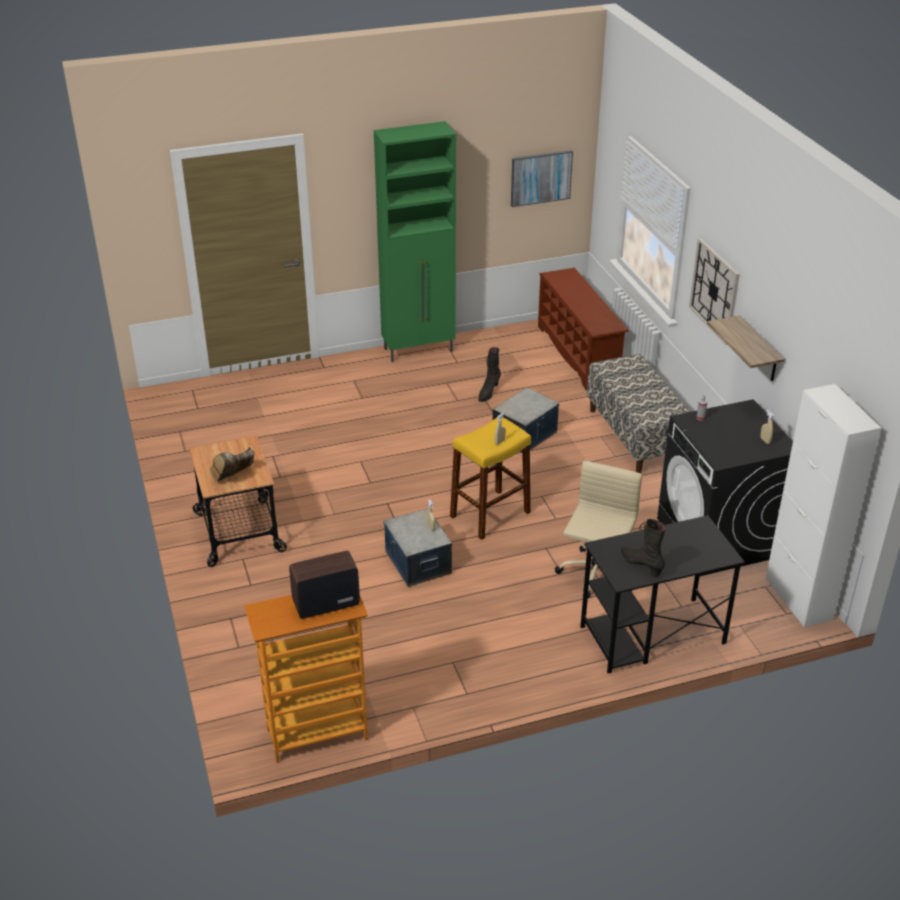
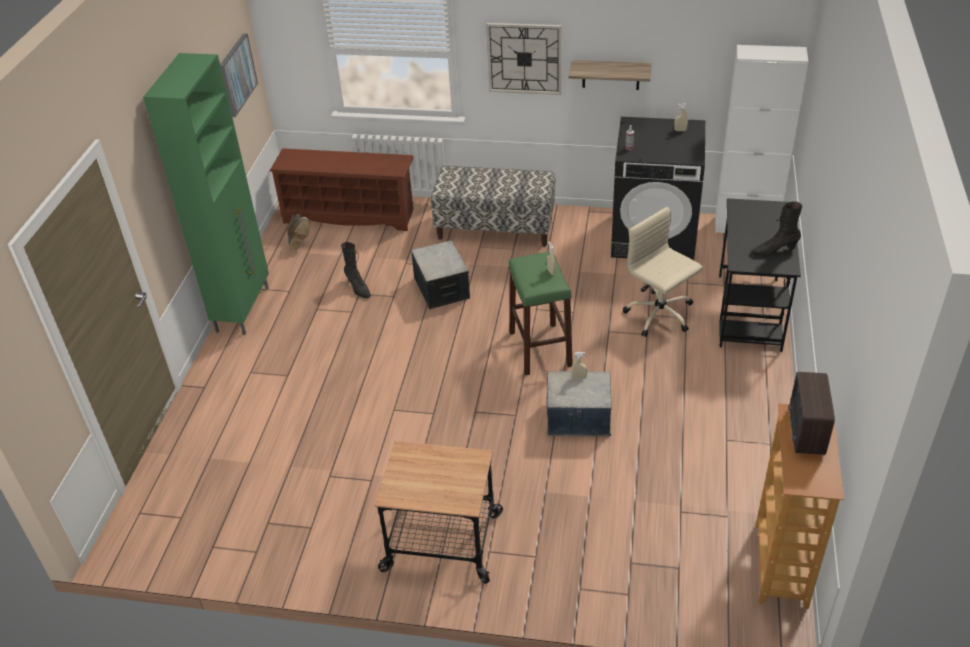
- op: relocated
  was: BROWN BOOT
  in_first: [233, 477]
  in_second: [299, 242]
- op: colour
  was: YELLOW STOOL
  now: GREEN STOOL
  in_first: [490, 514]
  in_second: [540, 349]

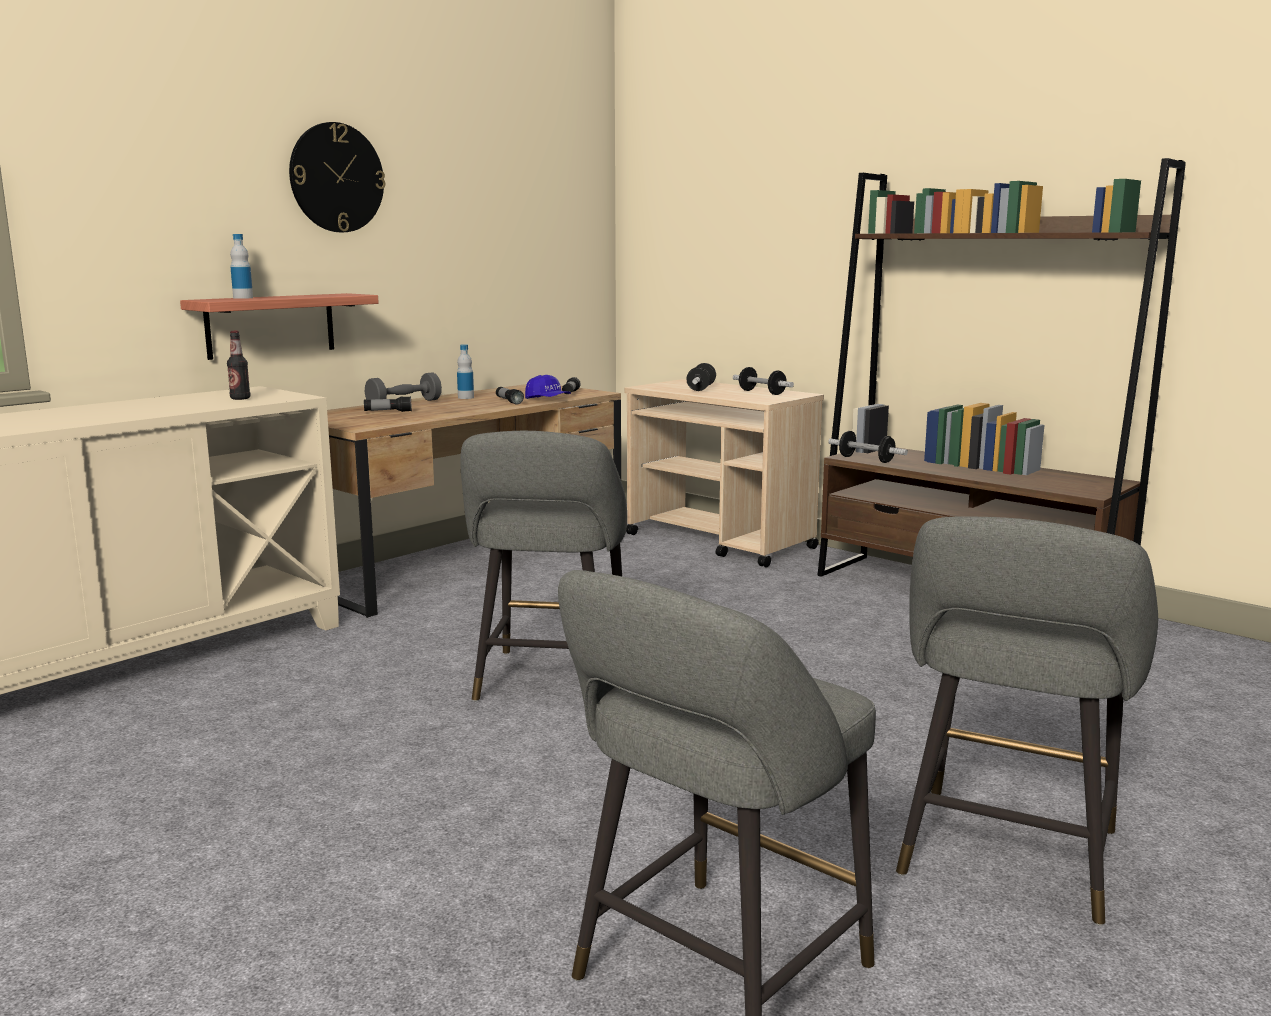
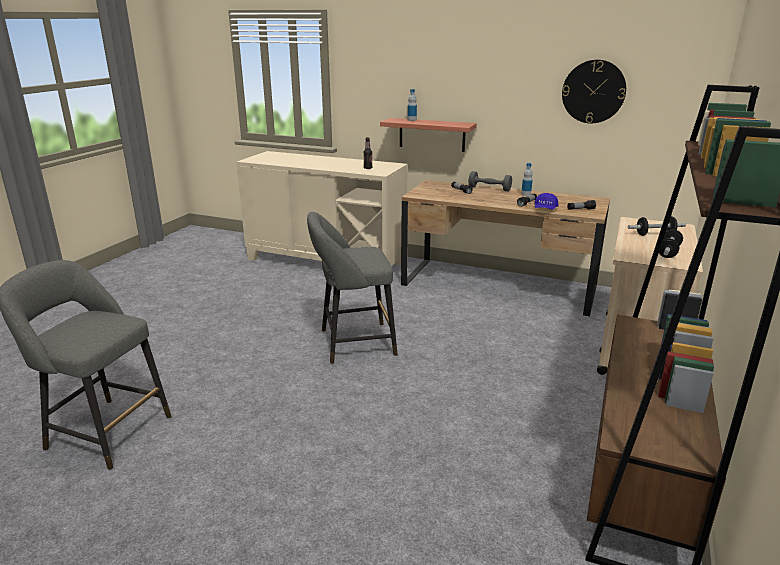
- op: relocated
  was: WALL CLOCK
  in_first: [336, 178]
  in_second: [593, 91]
- op: missing
  was: DUMBBELL
  in_first: [866, 459]
- op: missing
  was: GREY STOOL
  in_first: [1006, 859]

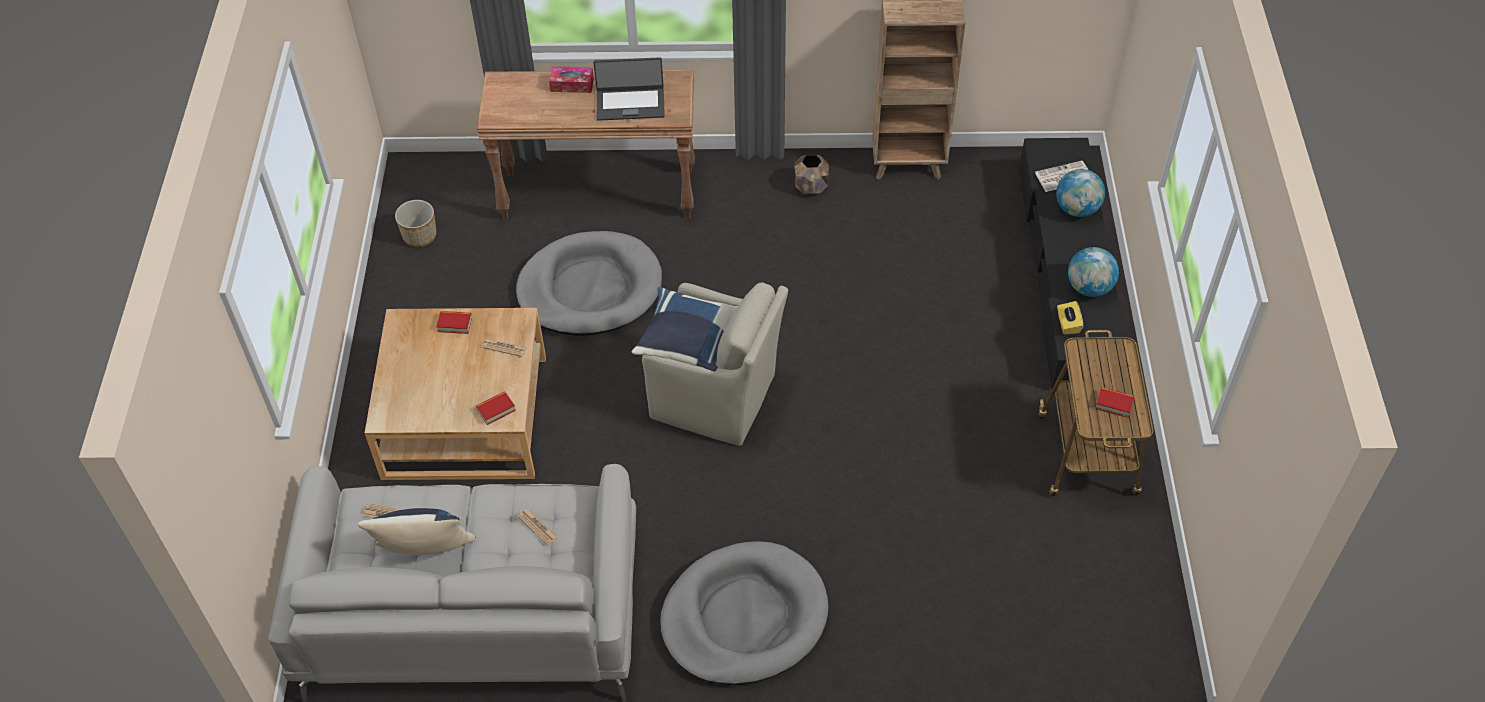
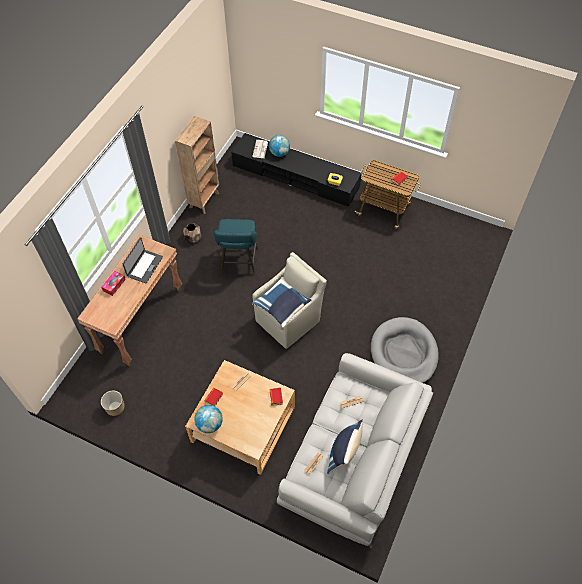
- op: missing
  was: GREY DOG BED
  in_first: [590, 288]
- op: relocated
  was: GLOBE
  in_first: [1089, 288]
  in_second: [210, 424]
- op: appeared
  now: TURQUOISE STOOL
  in_second: [239, 262]

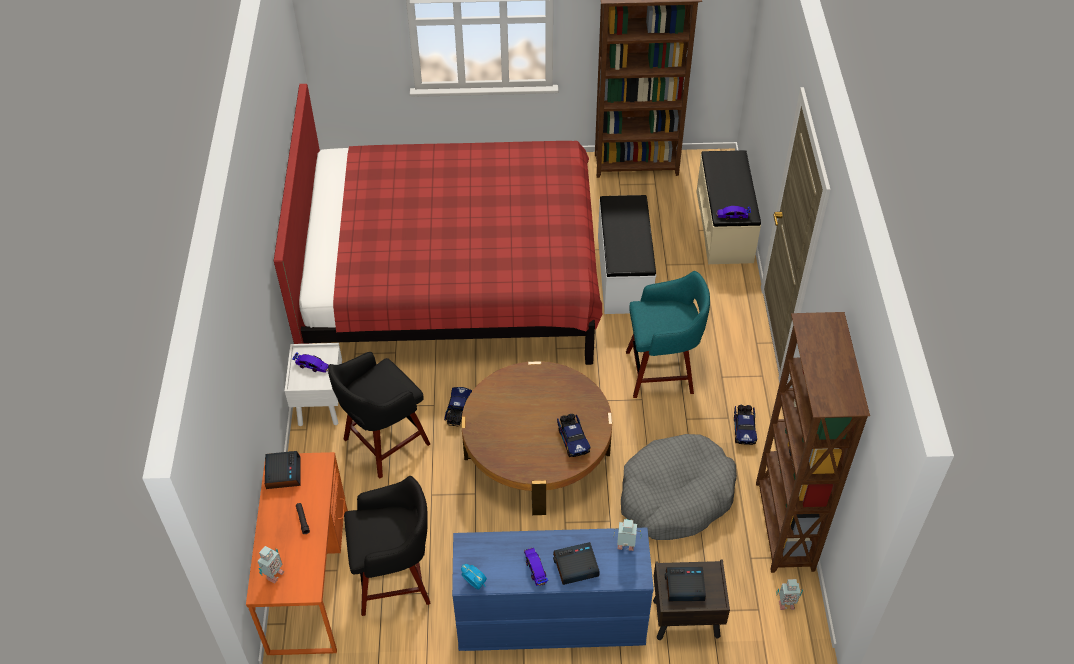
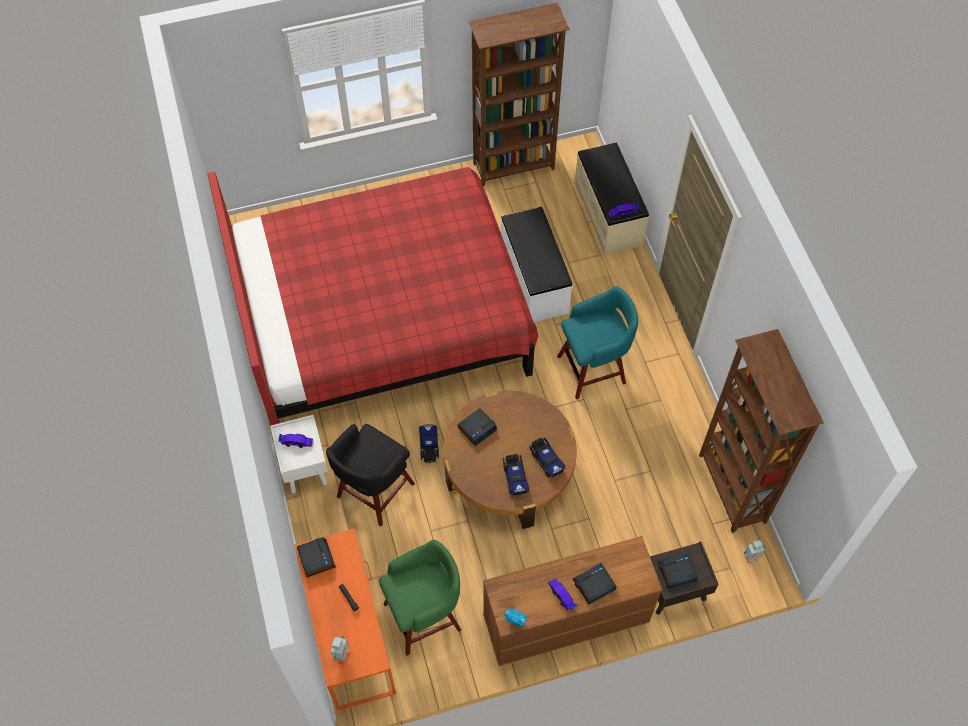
- op: colour
  was: BLACK STOOL
  now: GREEN STOOL
  in_first: [395, 579]
  in_second: [425, 616]
- op: colour
  was: BLUE DRESSER
  now: BROWN DRESSER
  in_first: [549, 620]
  in_second: [564, 619]
- op: missing
  was: TOY ROBOT
  in_first: [626, 547]
- op: missing
  was: GREY DOG BED
  in_first: [675, 496]
- op: relocated
  was: TOY TRUCK
  in_first: [744, 429]
  in_second: [515, 477]
- op: appeared
  now: ALARM CLOCK
  in_second: [477, 428]

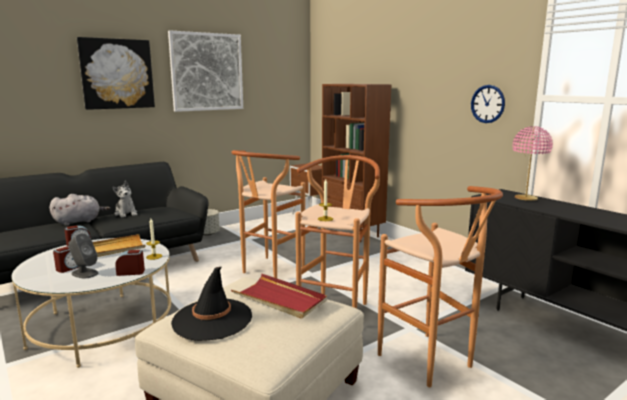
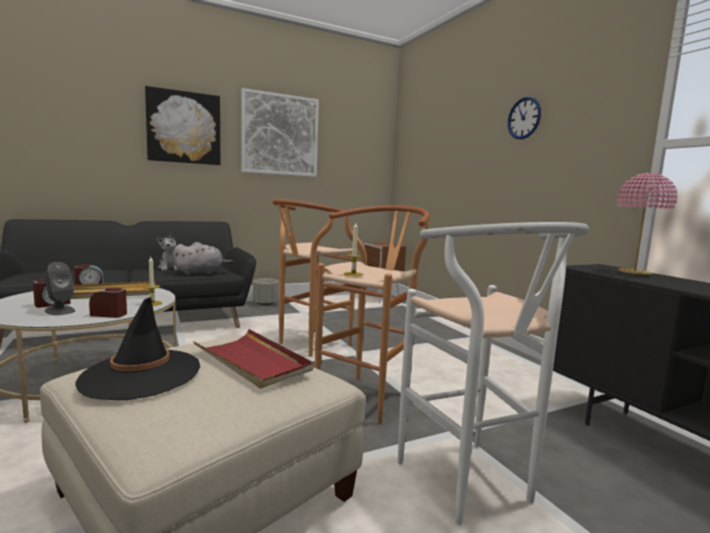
- op: relocated
  was: GREY PLUSH TOY
  in_first: [79, 221]
  in_second: [201, 273]
- op: missing
  was: BROWN BOOKCASE
  in_first: [353, 232]
- op: colour
  was: BROWN STOOL
  now: WHITE STOOL
  in_first: [432, 364]
  in_second: [472, 488]
- op: relocated
  was: WALL CLOCK
  in_first: [487, 104]
  in_second: [524, 118]

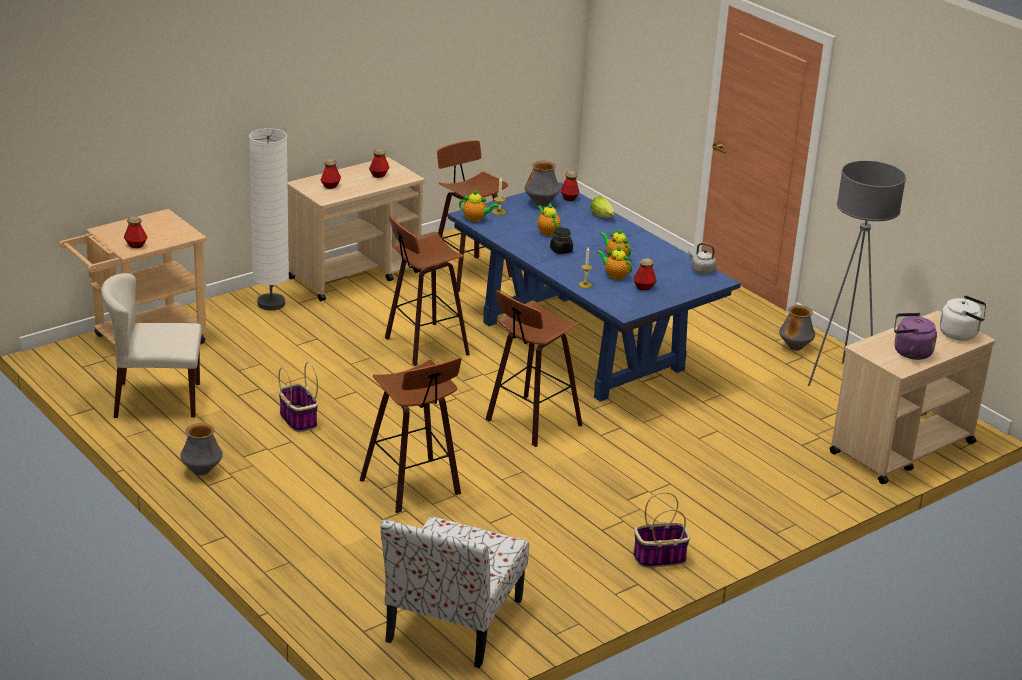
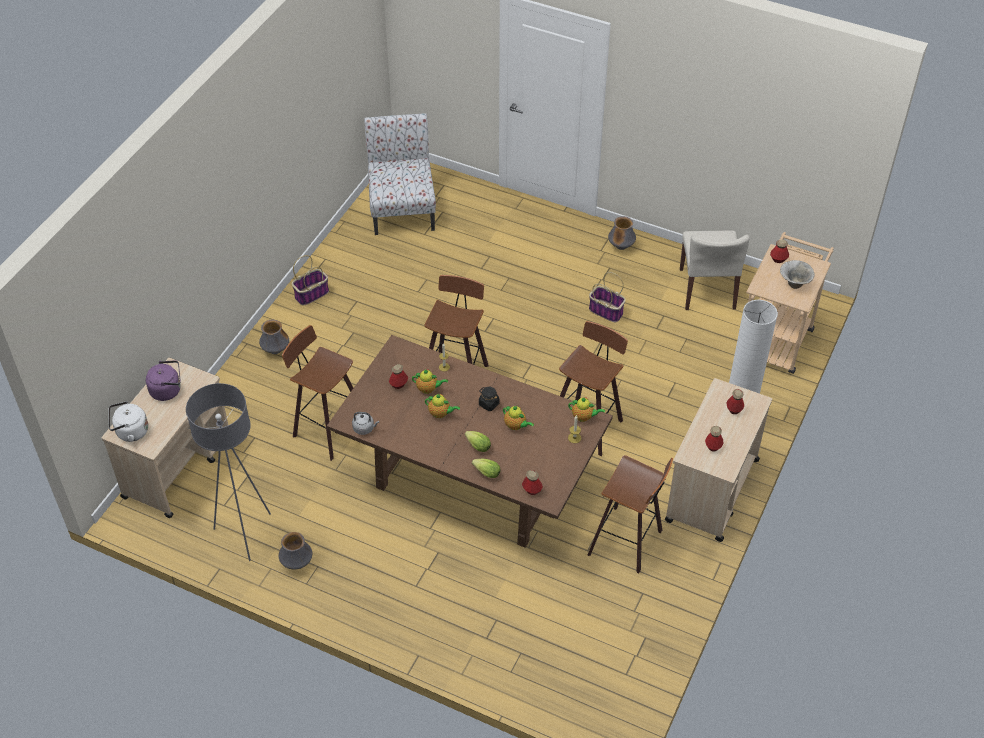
- op: spun
  was: BEIGE CHAIR
  in_first: [156, 400]
  in_second: [707, 289]
  clockwise: 120
- op: relocated
  was: STOOL
  in_first: [414, 487]
  in_second: [327, 428]
- op: colour
  was: BLUE DINING TABLE
  now: BROWN DINING TABLE
  in_first: [583, 346]
  in_second: [470, 481]
- op: spun
  was: TEAPOT
  in_first: [476, 219]
  in_second: [584, 417]
  clockwise: -150
- op: relocated
  was: VASE
  in_first: [541, 204]
  in_second: [275, 350]
- op: appeared
  now: LETTUCE
  in_second: [476, 445]
- op: appeared
  now: BOWL
  in_second: [794, 283]

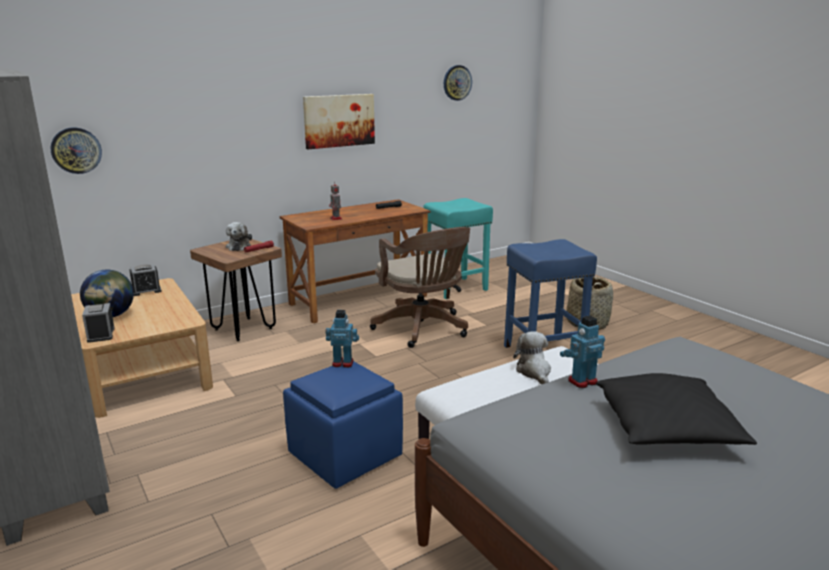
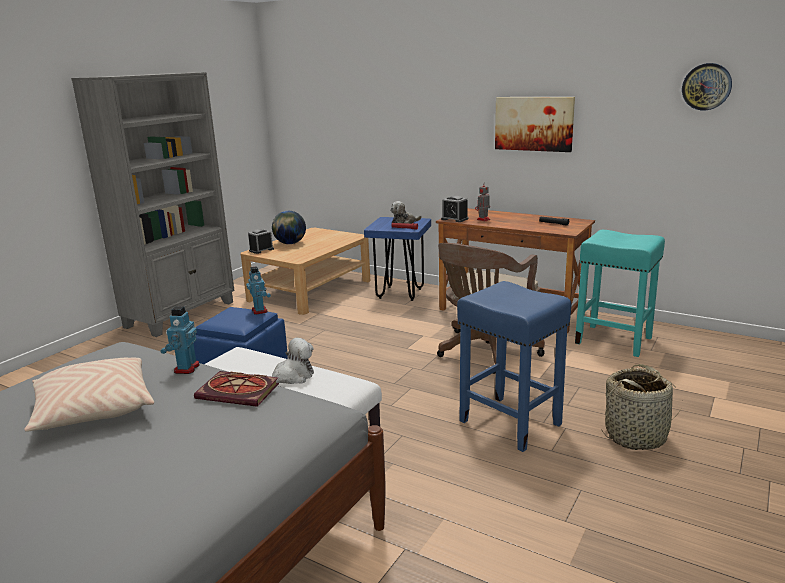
- op: missing
  was: WALL CLOCK
  in_first: [76, 150]
- op: relocated
  was: ALARM CLOCK
  in_first: [146, 291]
  in_second: [454, 219]
- op: colour
  was: BROWN STOOL
  now: BLUE STOOL
  in_first: [243, 329]
  in_second: [400, 293]
- op: spun
  was: TOY ROBOT
  in_first: [582, 381]
  in_second: [186, 368]
  clockwise: -120
- op: colour
  was: BLACK PILLOW
  now: BEIGE PILLOW
  in_first: [667, 430]
  in_second: [94, 410]
- op: appeared
  now: BOOK
  in_second: [240, 391]

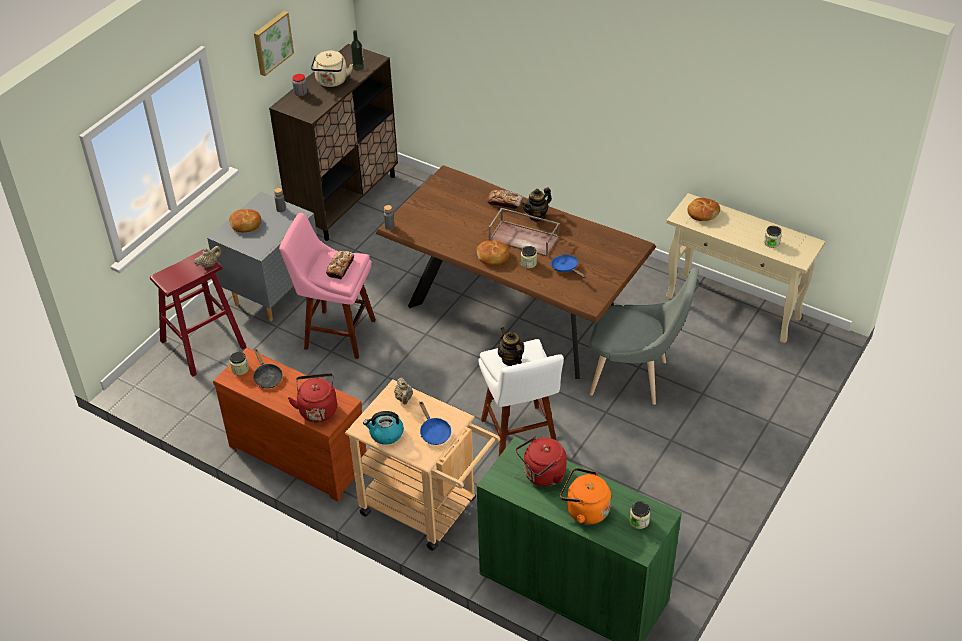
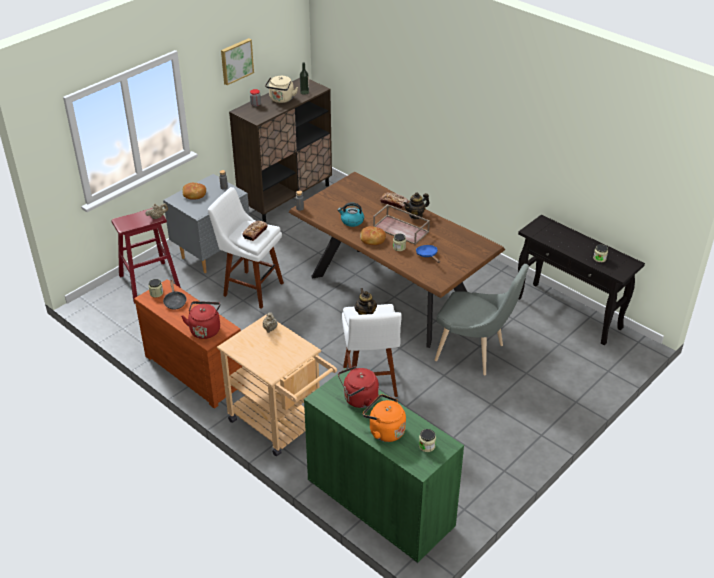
- op: colour
  was: PINK STOOL
  now: WHITE STOOL
  in_first: [336, 333]
  in_second: [250, 288]
- op: relocated
  was: KETTLE
  in_first: [386, 434]
  in_second: [352, 221]
- op: missing
  was: BLUE FRYING PAN
  in_first: [434, 432]
- op: colour
  was: BEIGE CONSOLE TABLE
  now: BLACK CONSOLE TABLE
  in_first: [734, 308]
  in_second: [569, 313]
- op: missing
  was: BREAD
  in_first: [702, 213]

